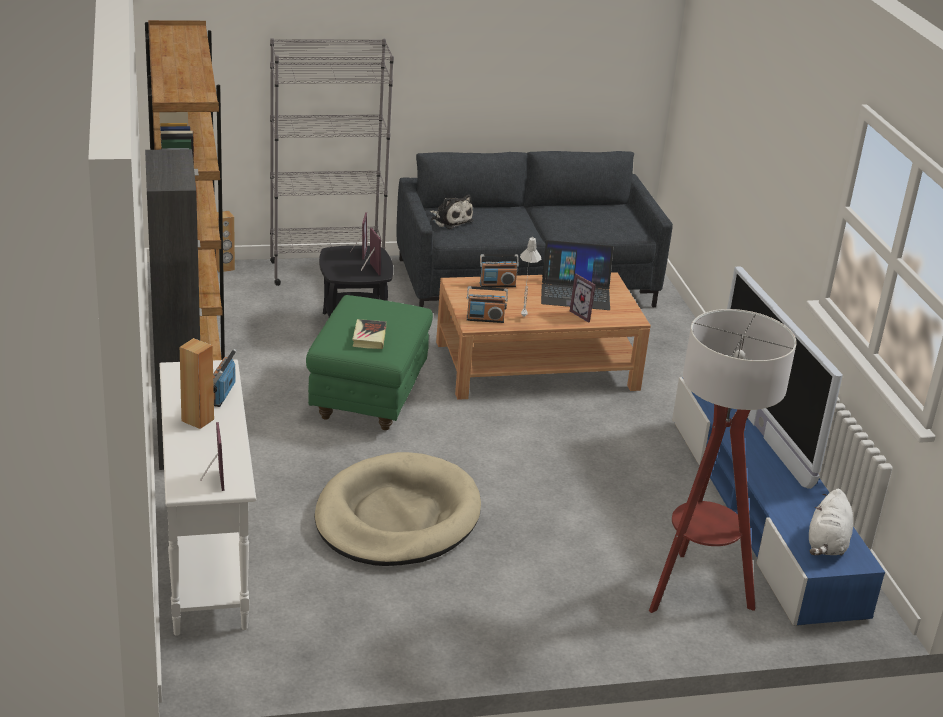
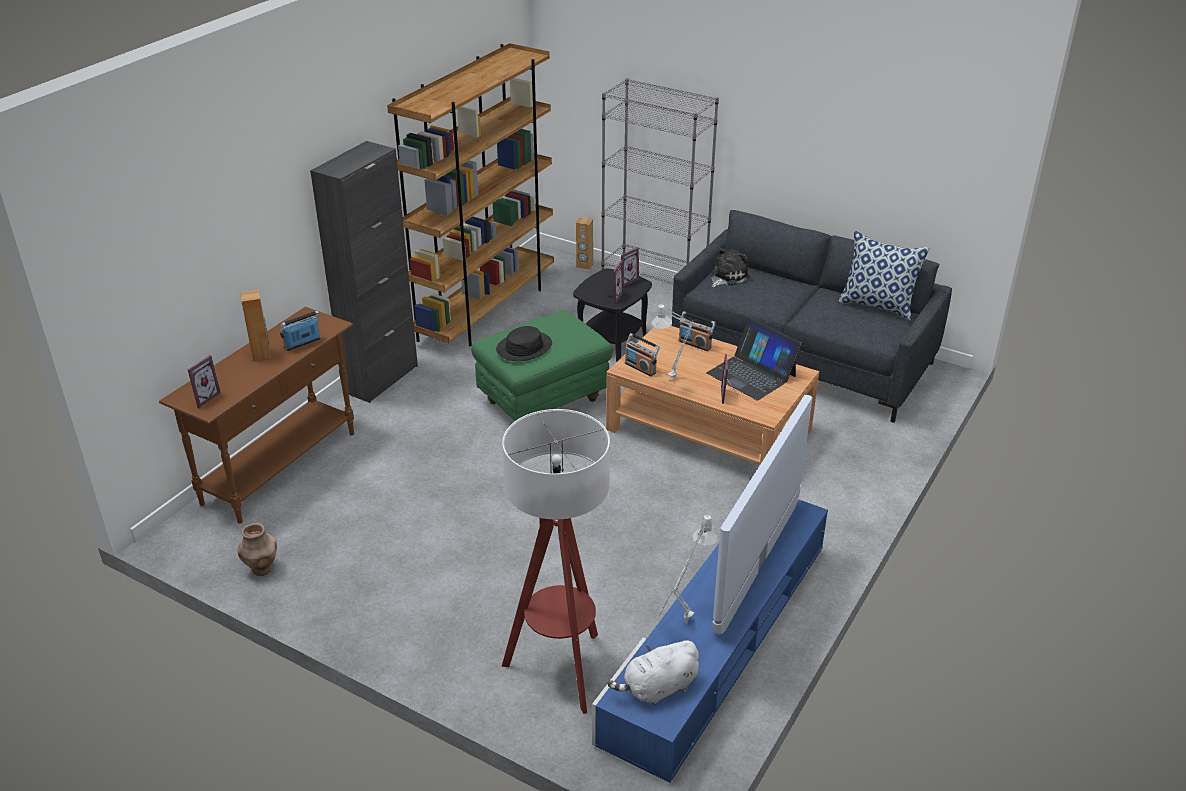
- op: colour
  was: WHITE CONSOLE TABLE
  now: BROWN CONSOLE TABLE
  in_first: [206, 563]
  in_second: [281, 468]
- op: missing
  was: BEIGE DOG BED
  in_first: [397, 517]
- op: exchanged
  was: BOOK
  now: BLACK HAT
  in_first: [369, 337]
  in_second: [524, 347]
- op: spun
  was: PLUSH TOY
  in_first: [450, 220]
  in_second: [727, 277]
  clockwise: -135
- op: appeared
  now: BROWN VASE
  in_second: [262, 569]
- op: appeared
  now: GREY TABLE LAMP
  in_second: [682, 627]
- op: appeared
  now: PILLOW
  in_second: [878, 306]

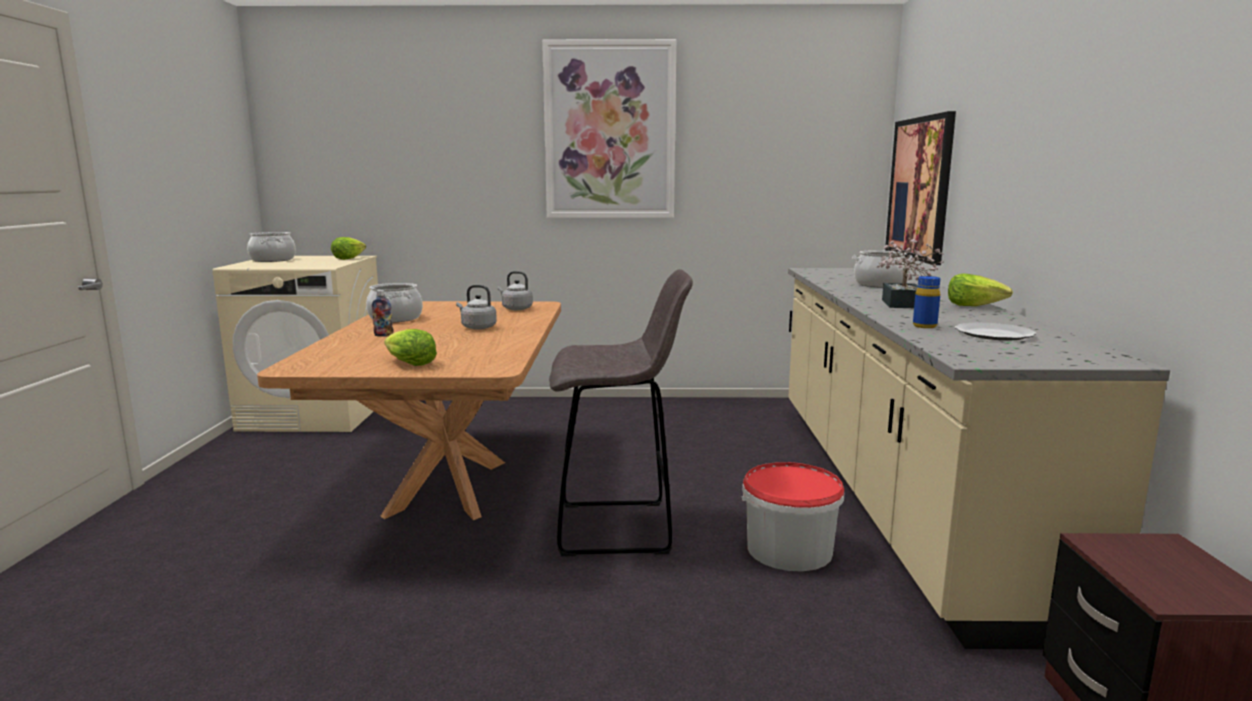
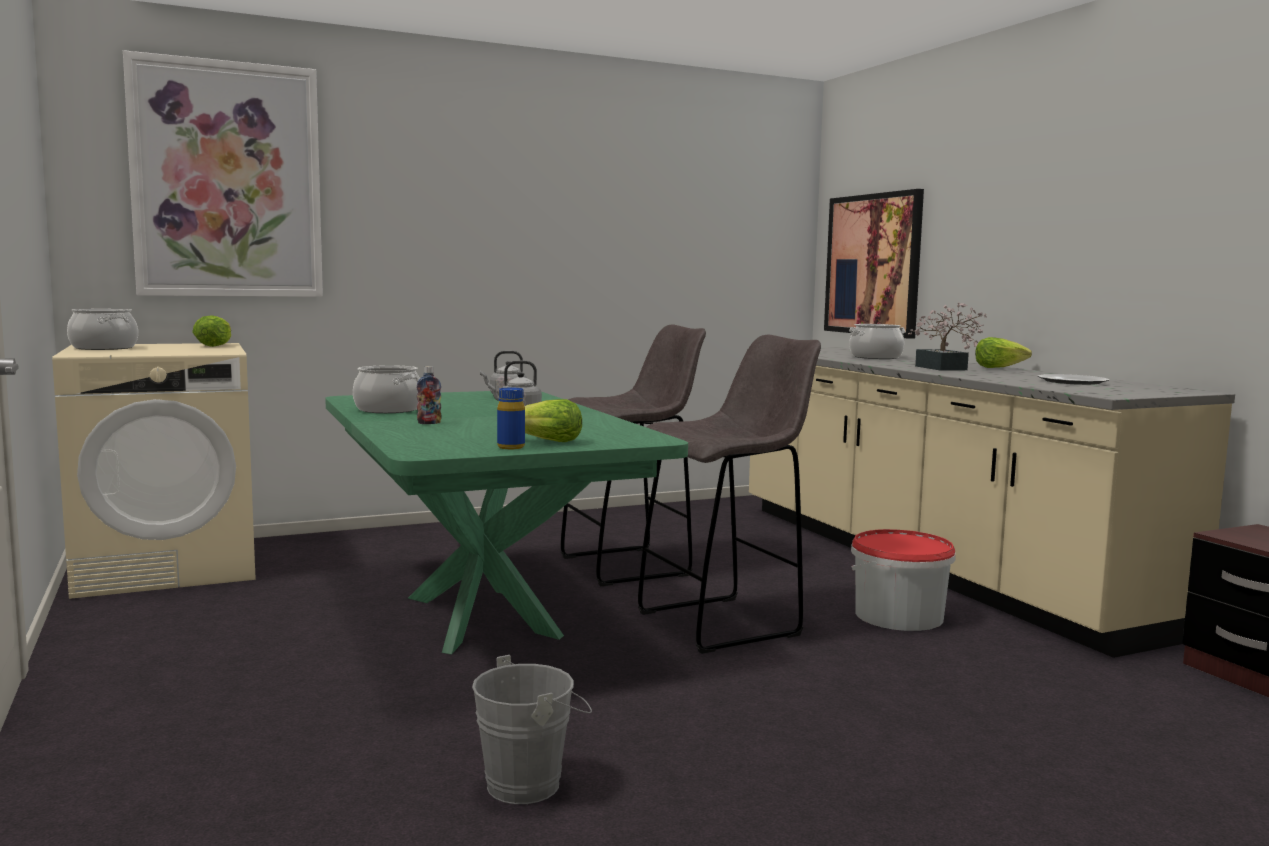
- op: colour
  was: BROWN DINING TABLE
  now: GREEN DINING TABLE
  in_first: [450, 487]
  in_second: [482, 615]
- op: relocated
  was: PICTURE
  in_first: [610, 131]
  in_second: [227, 180]
- op: relocated
  was: BLUE BOTTLE
  in_first: [924, 326]
  in_second: [511, 447]
- op: appeared
  now: GREY BUCKET
  in_second: [531, 783]
- op: appeared
  now: GREY STOOL
  in_second: [629, 566]

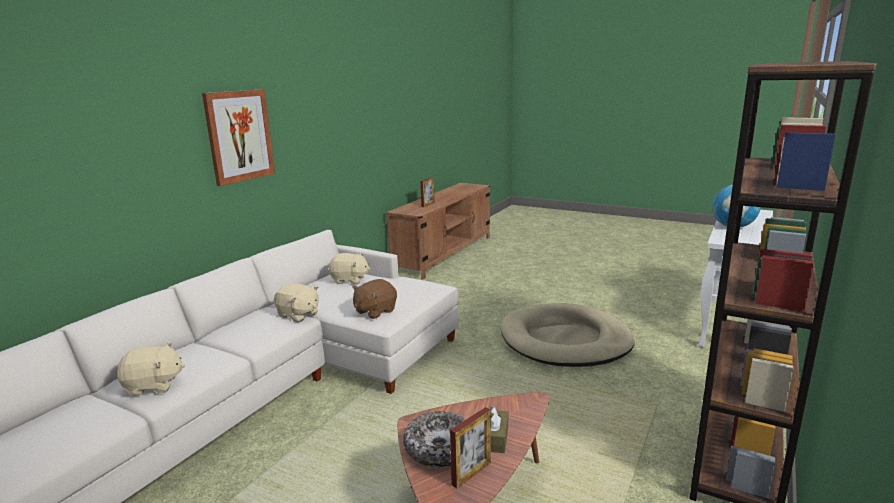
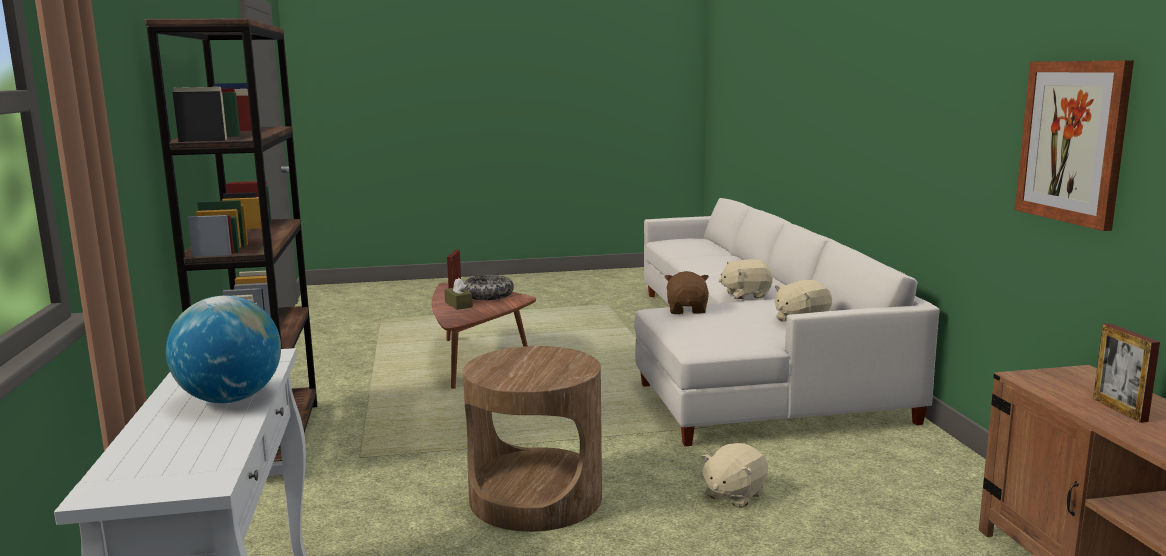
- op: relocated
  was: BEIGE PLUSH TOY
  in_first: [153, 385]
  in_second: [733, 494]
- op: relocated
  was: PICTURE
  in_first: [239, 136]
  in_second: [1073, 141]
- op: exchanged
  was: BEIGE DOG BED
  now: BROWN SIDE TABLE
  in_first: [565, 340]
  in_second: [535, 498]

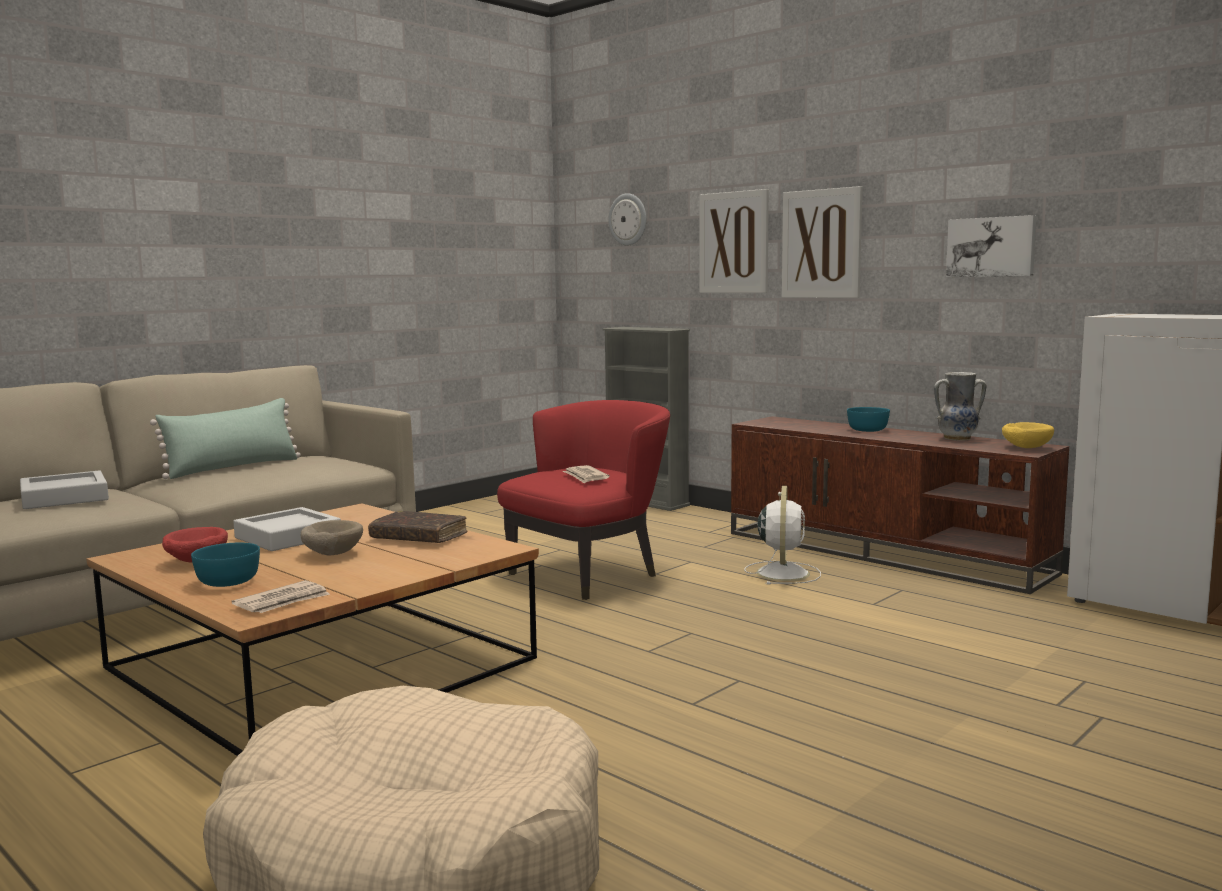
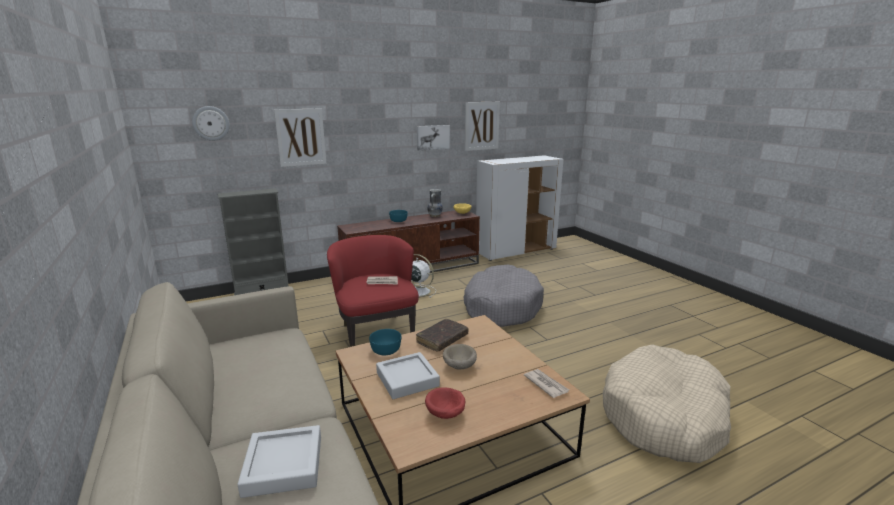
- op: missing
  was: GREEN PILLOW
  in_first: [233, 468]
- op: relocated
  was: TURQUOISE BOWL
  in_first: [227, 581]
  in_second: [385, 350]
- op: relocated
  was: PICTURE
  in_first: [821, 244]
  in_second: [481, 126]
- op: appeared
  now: GREY DOG BED
  in_second: [501, 307]

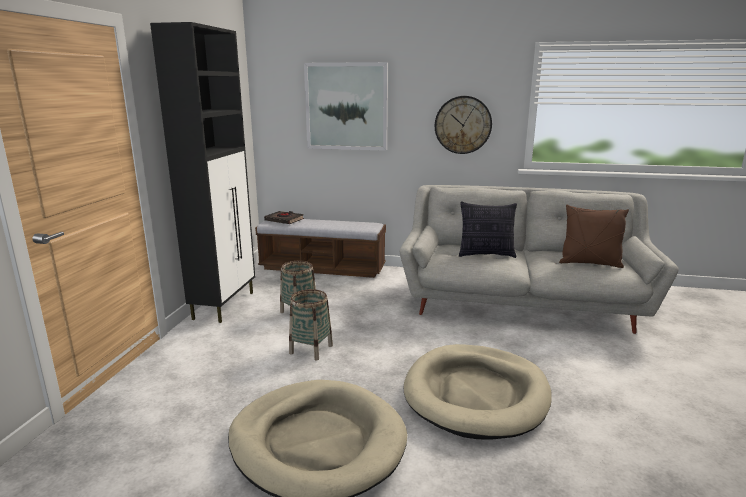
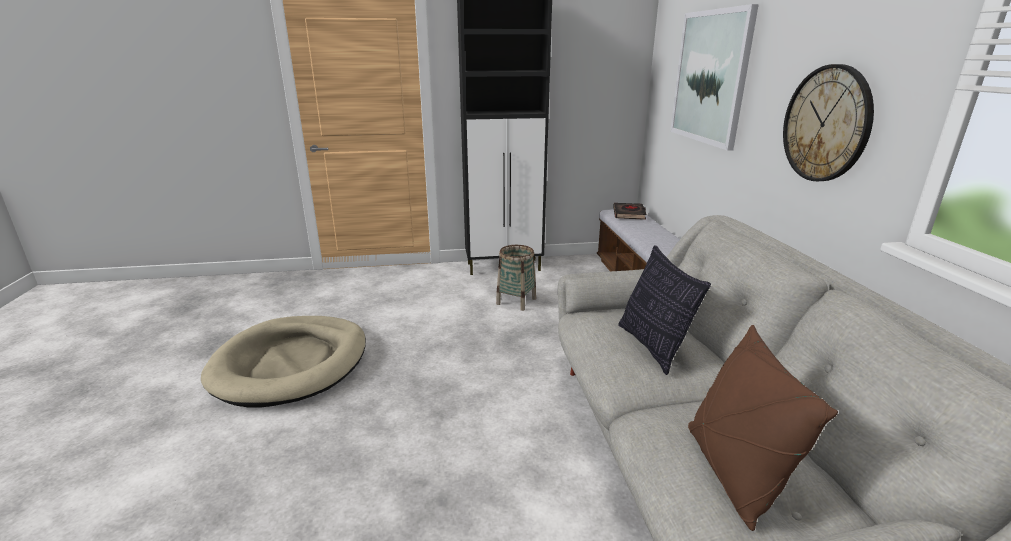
- op: missing
  was: BASKET
  in_first: [311, 349]
- op: missing
  was: BEIGE DOG BED
  in_first: [476, 394]

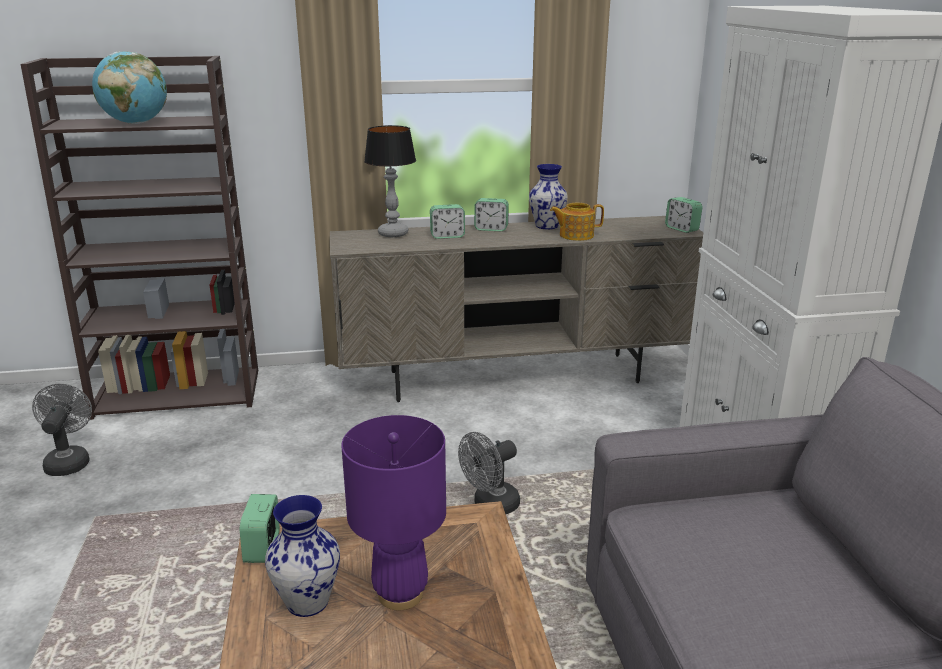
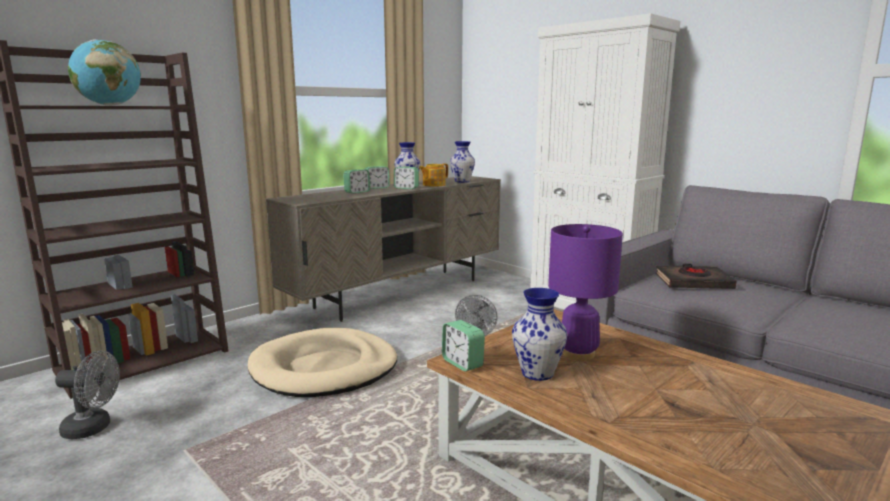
- op: spun
  was: GREY FAN
  in_first: [69, 461]
  in_second: [93, 428]
  clockwise: 135
- op: missing
  was: TABLE LAMP
  in_first: [392, 233]
- op: relocated
  was: ALARM CLOCK
  in_first: [681, 229]
  in_second: [406, 188]
- op: appeared
  now: BEIGE DOG BED
  in_second: [324, 368]
- op: appeared
  now: VASE
  in_second: [462, 181]
- op: appeared
  now: BLACK BOOK
  in_second: [693, 282]

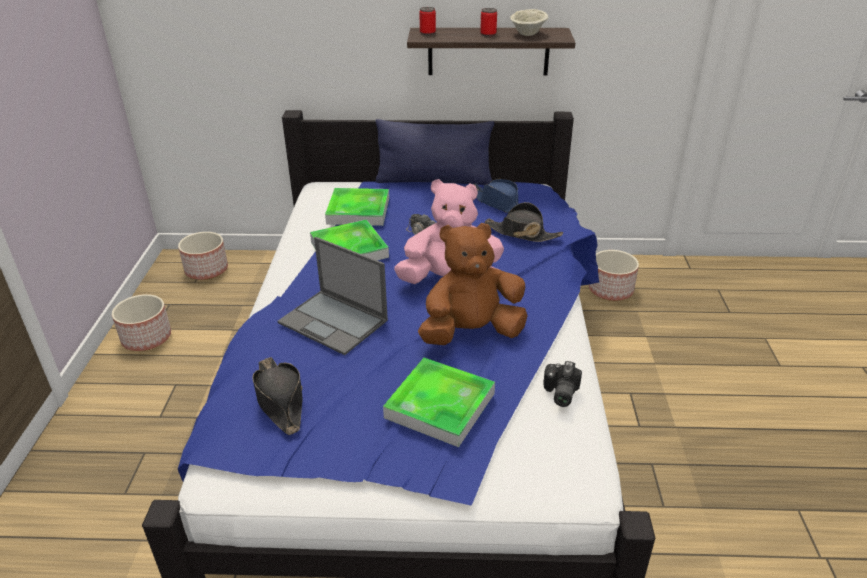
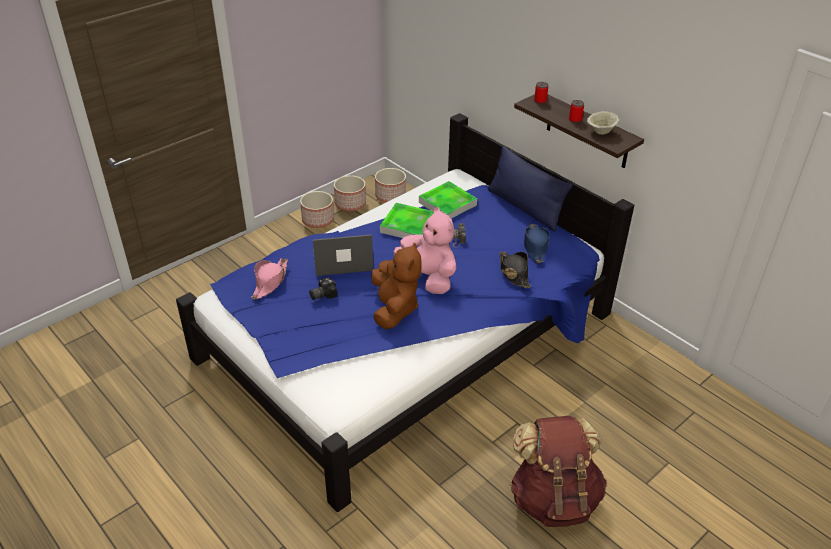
- op: colour
  was: BLACK HAT
  now: PINK HAT
  in_first: [280, 400]
  in_second: [270, 282]
- op: spun
  was: LAPTOP
  in_first: [334, 322]
  in_second: [341, 260]
  clockwise: 90
- op: missing
  was: TRAY
  in_first: [440, 405]
- op: spun
  was: BROWN PLUSH TOY
  in_first: [471, 333]
  in_second: [394, 309]
  clockwise: 60
- op: relocated
  was: PHOTO CAMERA
  in_first: [559, 393]
  in_second: [322, 294]
- op: relocated
  was: PLANTER
  in_first: [610, 290]
  in_second: [350, 203]
- op: appeared
  now: BROWN BACKPACK
  in_second: [553, 498]

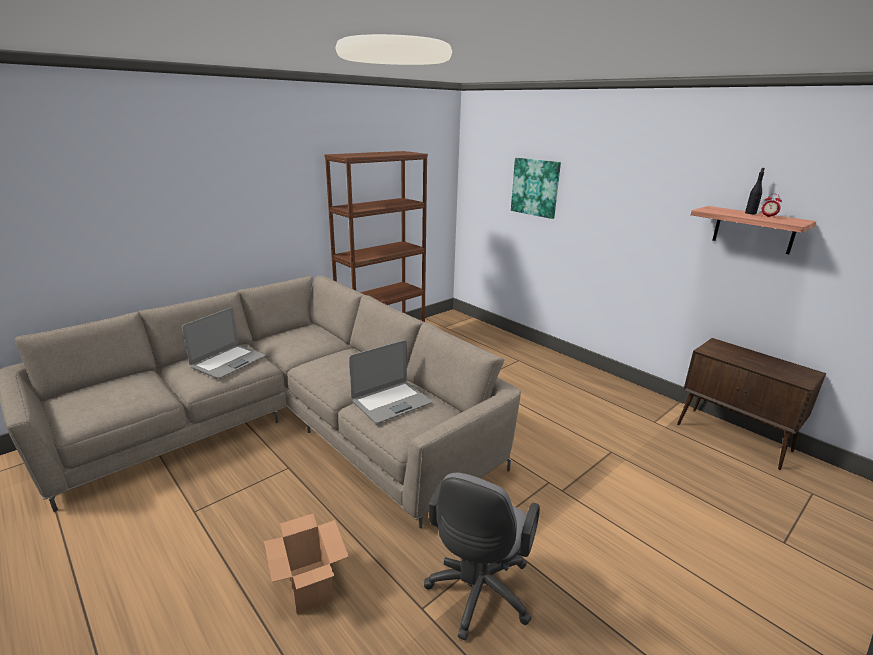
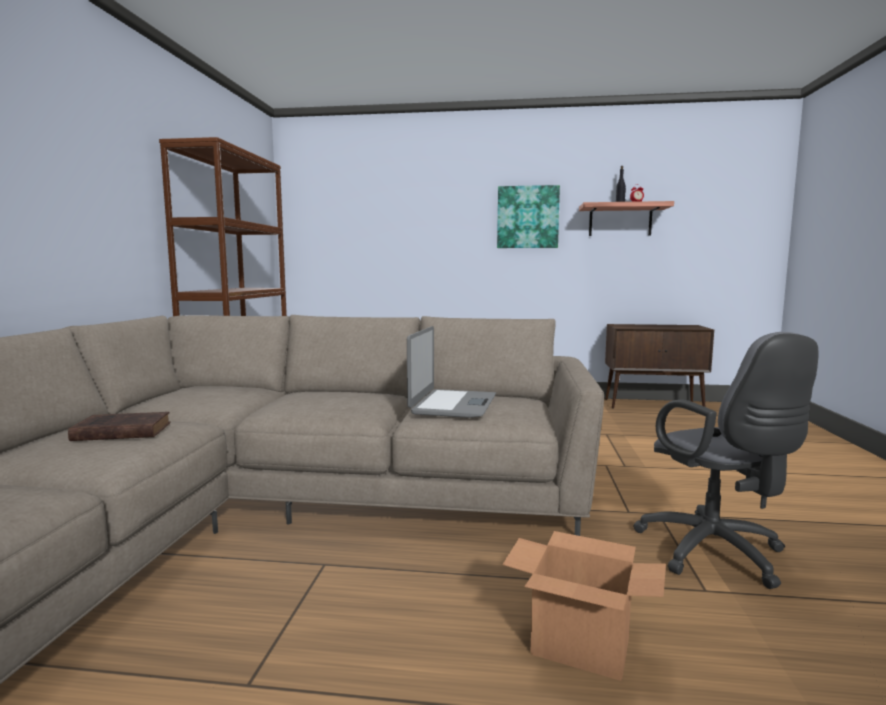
- op: exchanged
  was: LAPTOP
  now: BROWN BOOK
  in_first: [228, 362]
  in_second: [120, 432]
- op: relocated
  was: PICTURE
  in_first: [535, 187]
  in_second: [527, 217]

